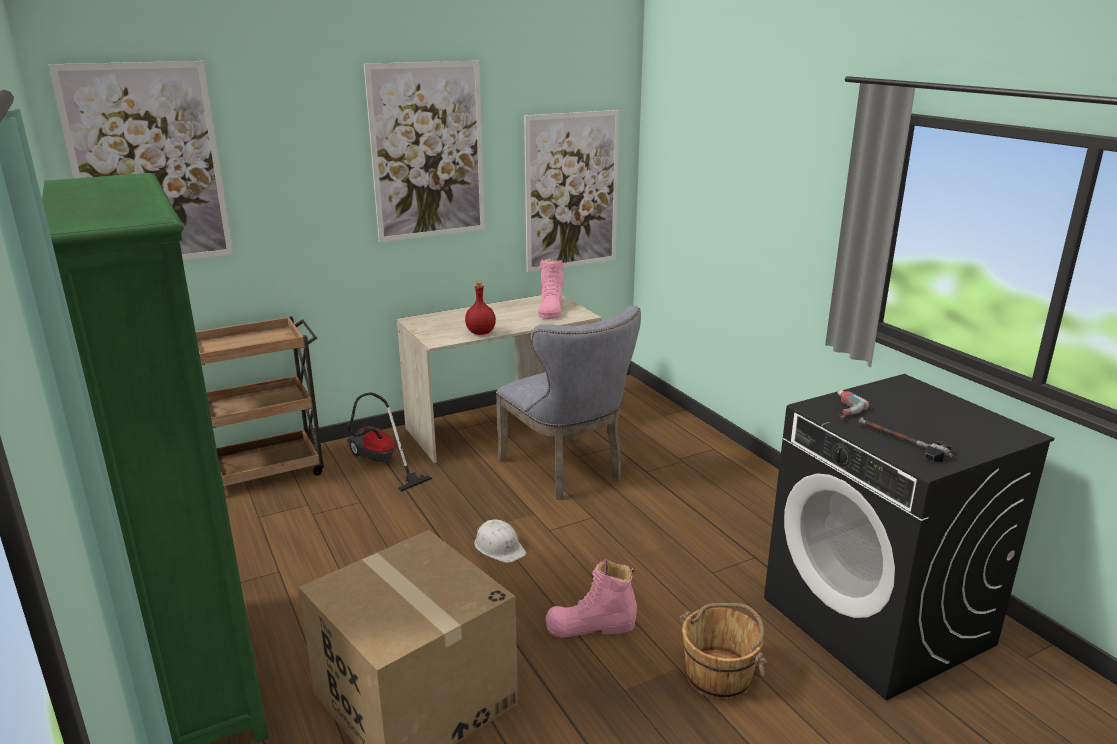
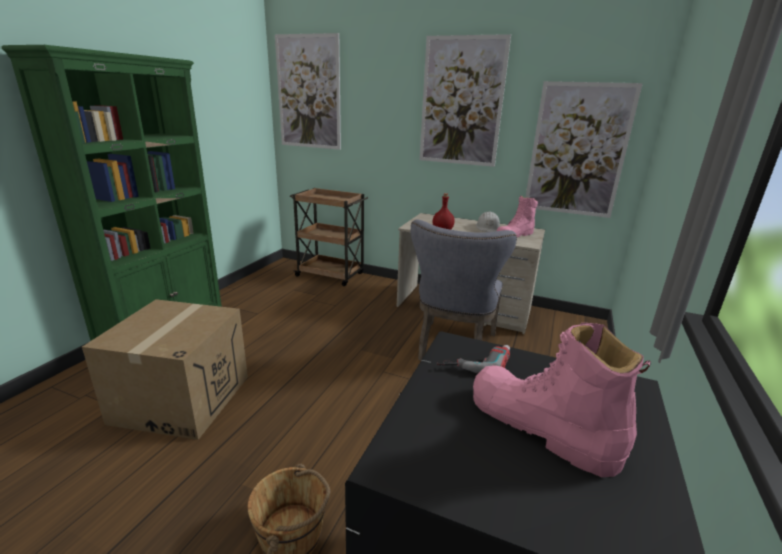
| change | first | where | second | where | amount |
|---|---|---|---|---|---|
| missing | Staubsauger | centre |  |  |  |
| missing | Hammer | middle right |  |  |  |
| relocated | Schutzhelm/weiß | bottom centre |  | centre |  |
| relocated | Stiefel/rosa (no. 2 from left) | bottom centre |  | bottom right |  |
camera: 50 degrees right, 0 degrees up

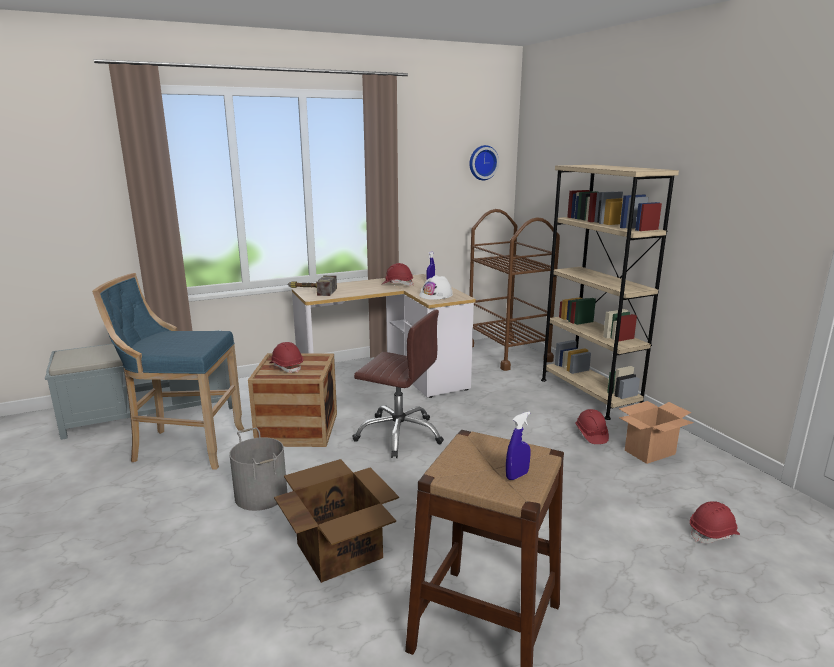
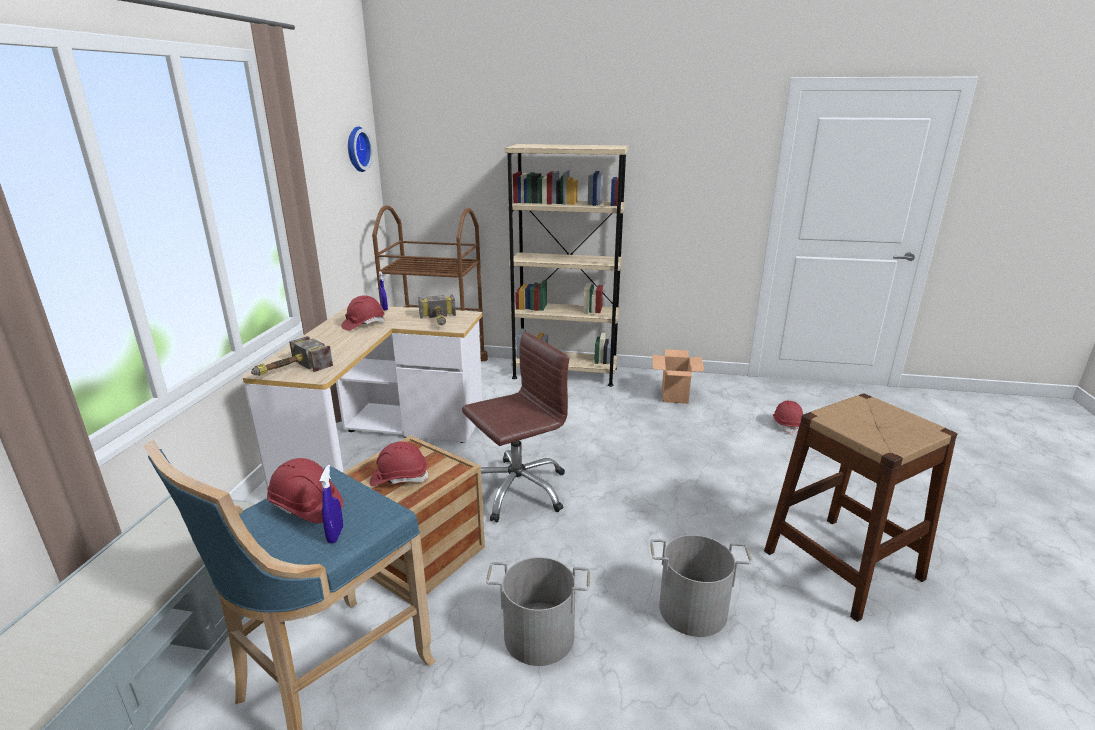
| change | first | where | second | where | amount |
|---|---|---|---|---|---|
| exchanged | Schutzhelm/weiß | centre | Hammer (no. 2 from left) | centre |  |
| relocated | Schutzhelm/rot (no. 3 from left in the first image) | middle right | Schutzhelm/rot (no. 1 from left) | bottom left |  |
| relocated | Sprühflasche/blau (no. 2 from left in the first image) | bottom centre | Sprühflasche/blau (no. 1 from left) | bottom left |  |
| exchanged | Karton (no. 1 from left) | bottom centre | Eimer/grau (no. 2 from left) | bottom centre |  |
camera: 55 degrees left, 5 degrees up

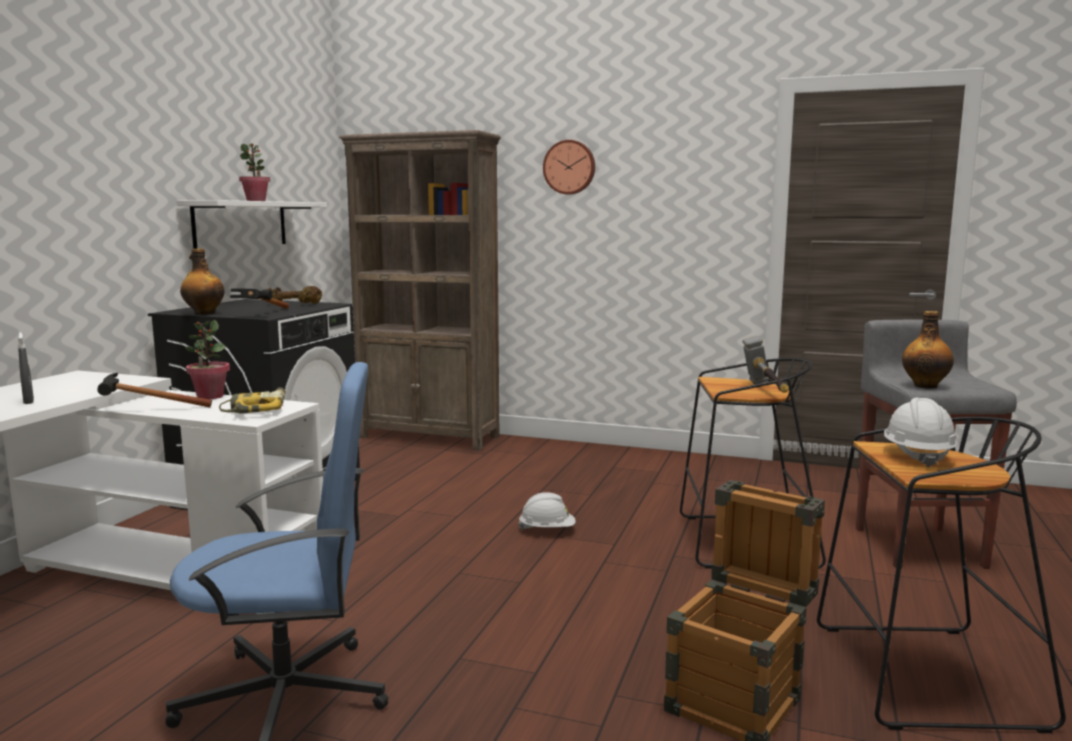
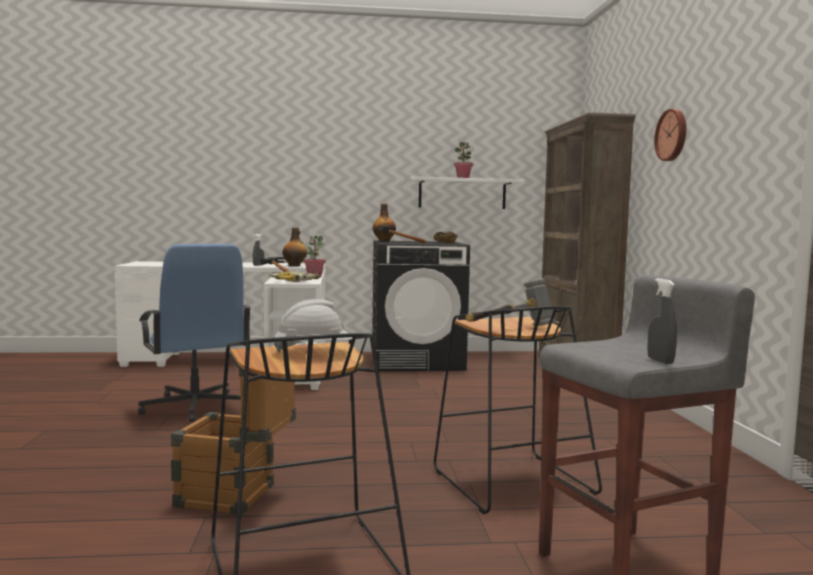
| change | first | where | second | where | amount |
|---|---|---|---|---|---|
| relocated | Flasche (no. 2 from left in the first image) | middle right | Flasche (no. 1 from left) | centre |  |
| missing | Schutzhelm/weiß (no. 1 from left) | bottom centre |  |  |  |
| appeared |  |  | Sprühflasche/grau (no. 2 from left) | middle right |  |
camera: 65 degrees right, 5 degrees down

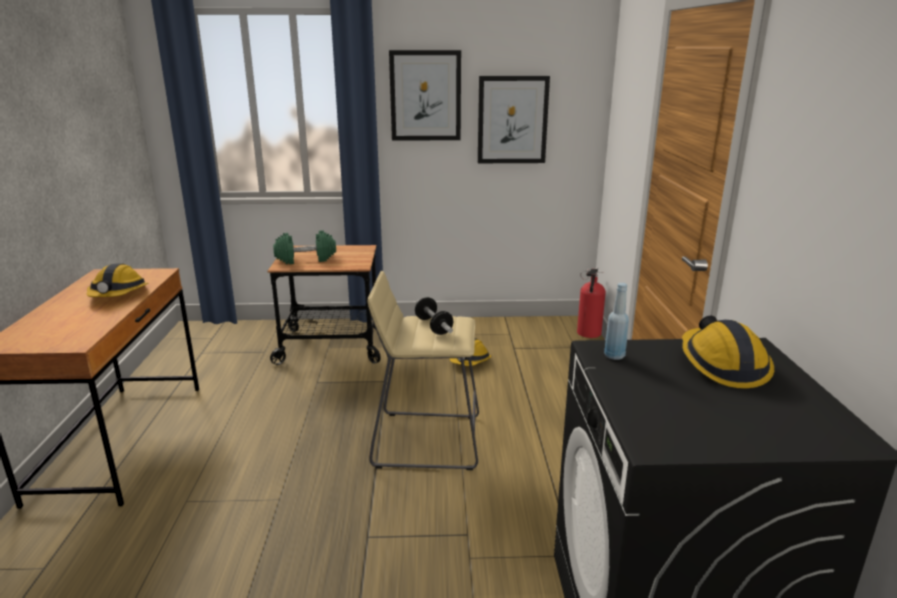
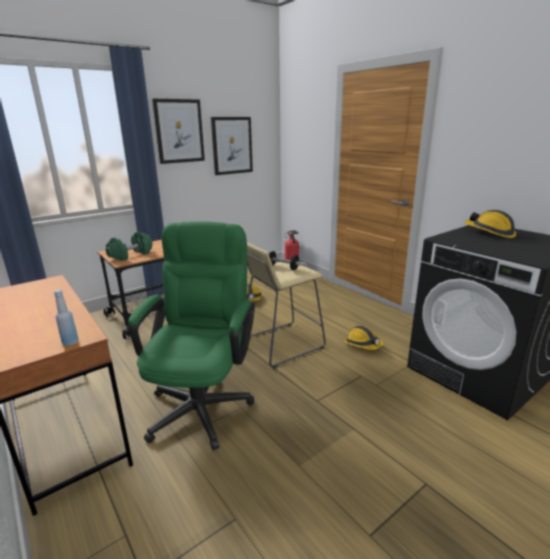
| change | first | where | second | where | amount |
|---|---|---|---|---|---|
| relocated | Schutzhelm (no. 1 from left in the first image) | middle left | Schutzhelm (no. 2 from left) | centre |  |
| relocated | Flasche/blau | middle right |  | middle left |  |
| appeared |  |  | Bürostuhl/grün | centre |  |
camera: 35 degrees left, 0 degrees up

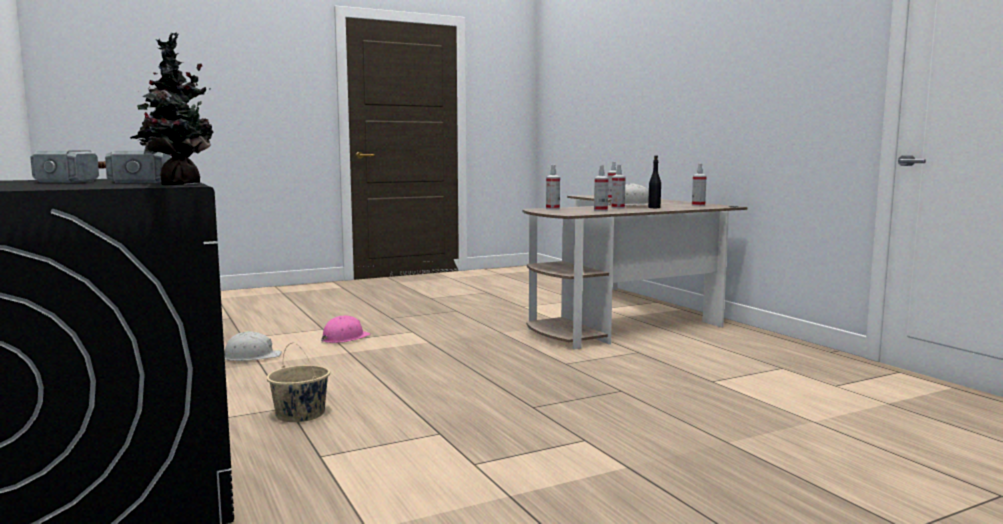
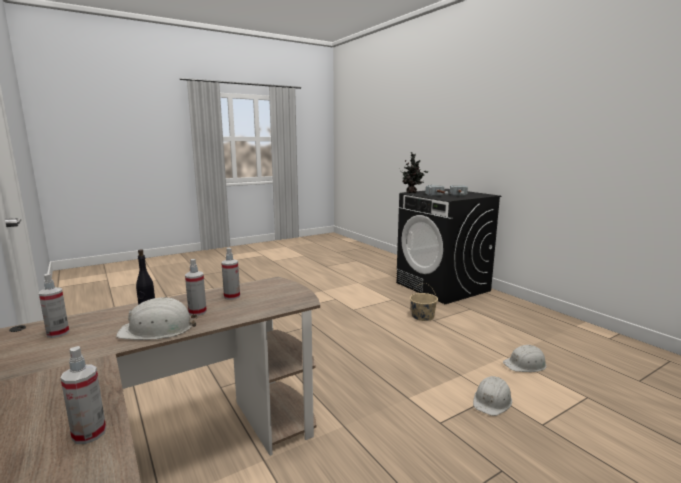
| change | first | where | second | where | amount |
|---|---|---|---|---|---|
| missing | Sprühflasche (no. 1 from left) | centre |  |  |  |
| colour | Schutzhelm/rosa | centre | Schutzhelm/weiß (no. 2 from left) | bottom right |  |
camera: 175 degrees right, 5 degrees up

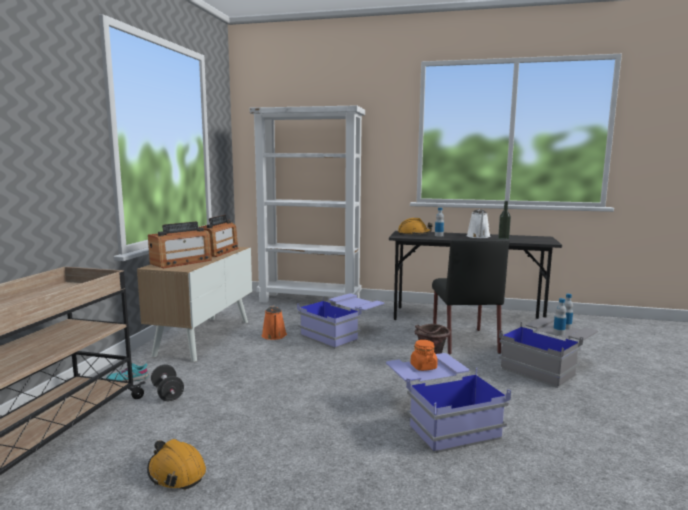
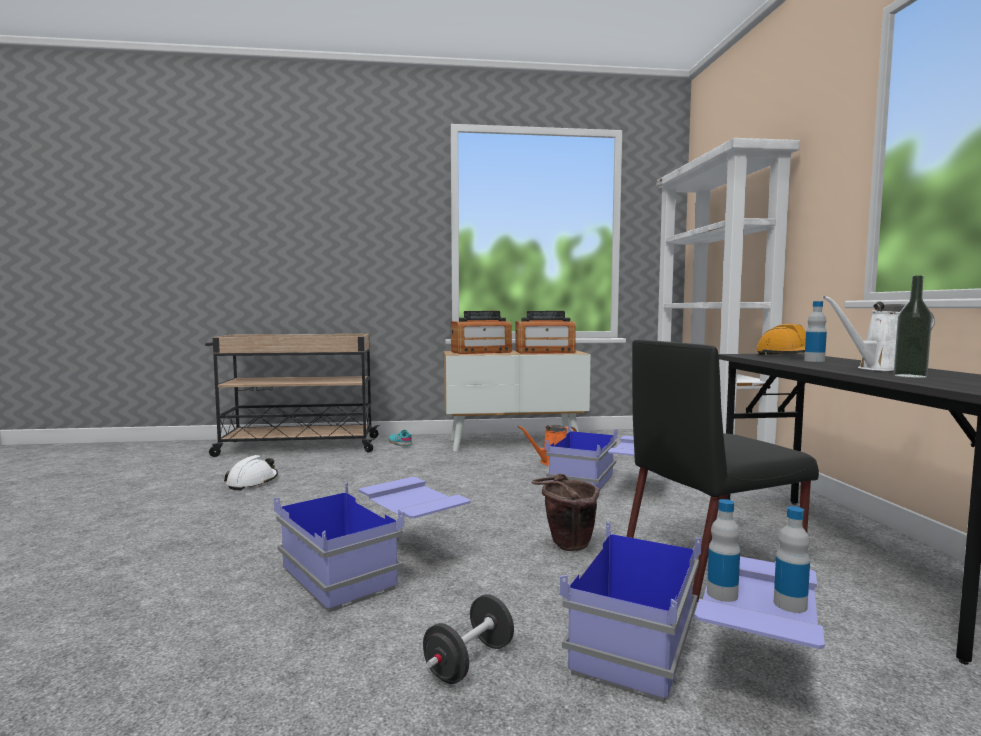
| change | first | where | second | where | amount |
|---|---|---|---|---|---|
| spun | Radio (no. 1 from left) | middle left |  | centre | 45 degrees counterclockwise |
| colour | Aufbewahrungsbox/grau | bottom right | Aufbewahrungsbox/blau (no. 3 from left) | bottom right |  |
| missing | Vorratsglas/orange | bottom centre |  |  |  |
| relocated | Hantel/schwarz | bottom left |  | bottom centre |  |
| colour | Schutzhelm/orange (no. 1 from left) | bottom left | Schutzhelm/weiß | middle left |  |
camera: 70 degrees right, 5 degrees down

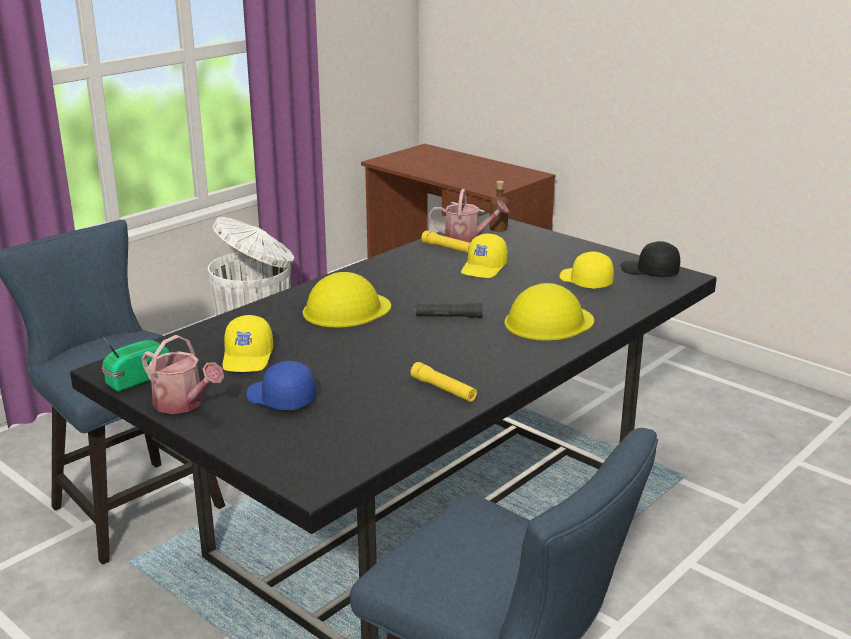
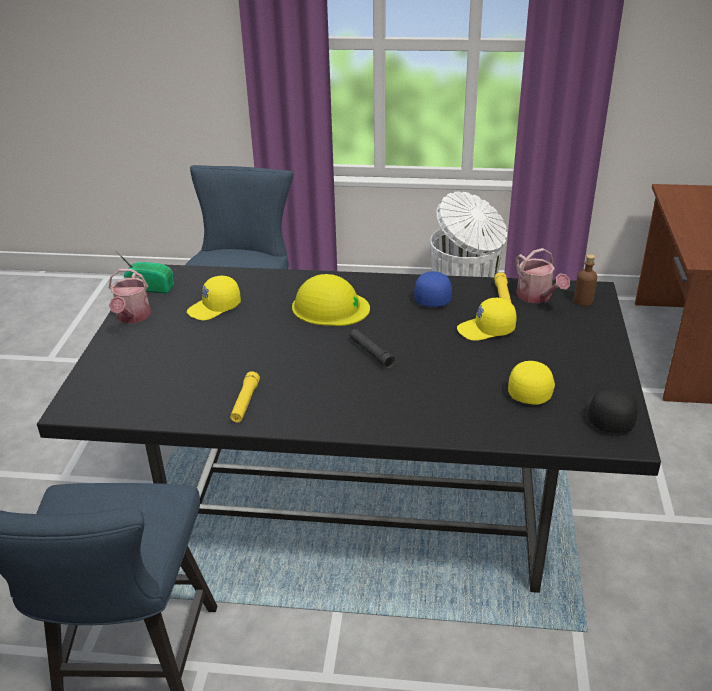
| change | first | where | second | where | amount |
|---|---|---|---|---|---|
| missing | Schutzhelm/gelb (no. 2 from left) | centre |  |  |  |
| relocated | Kappe/blau | middle left |  | centre |  |
camera: 55 degrees right, 10 degrees up

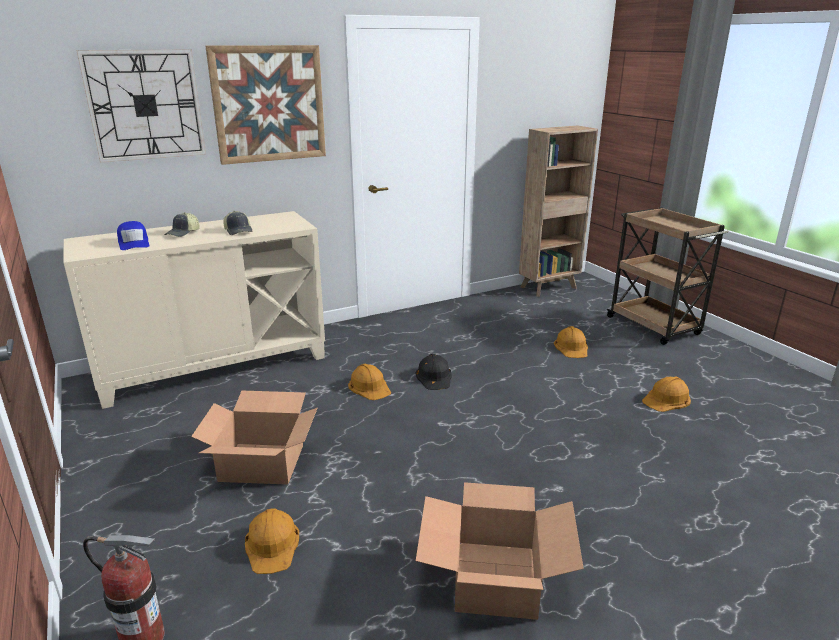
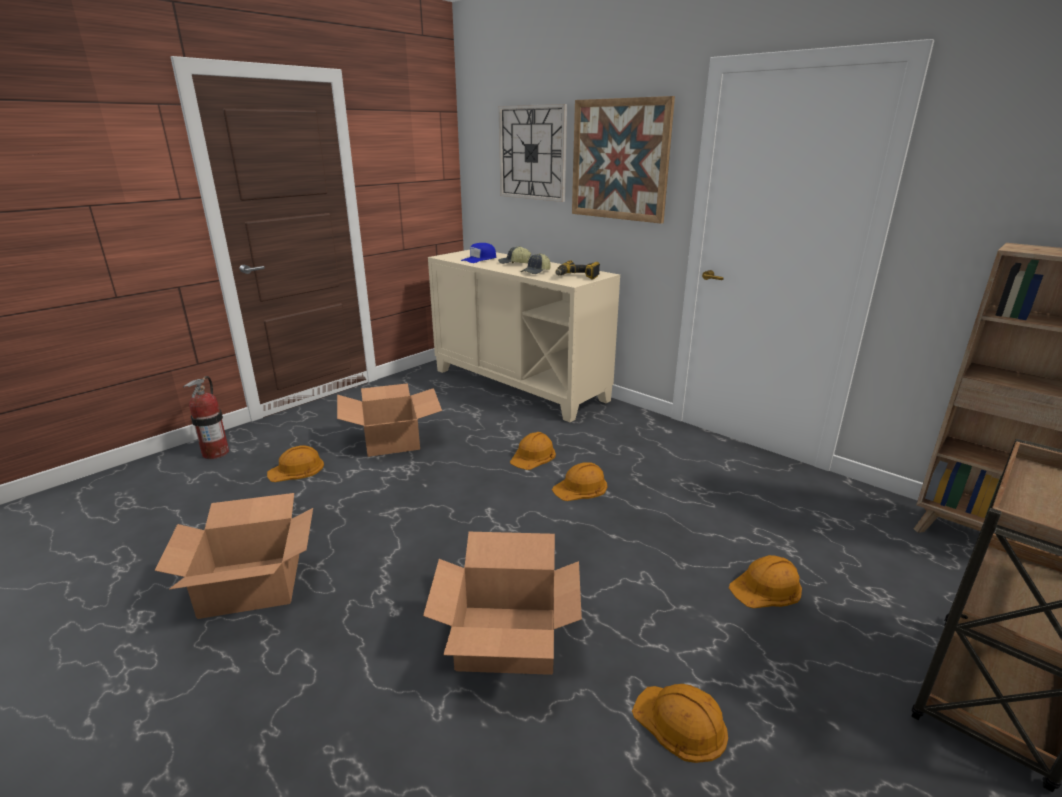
| change | first | where | second | where | amount |
|---|---|---|---|---|---|
| colour | Schutzhelm/schwarz | centre | Schutzhelm/orange (no. 3 from left) | centre |  |
| appeared |  |  | Bohrmaschine | centre |  |
| appeared |  |  | Karton (no. 3 from left) | bottom centre |  |
camera: 70 degrees right, 0 degrees up

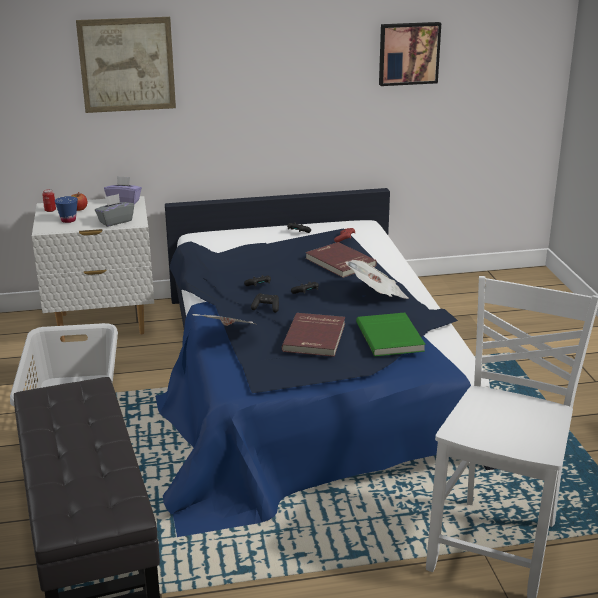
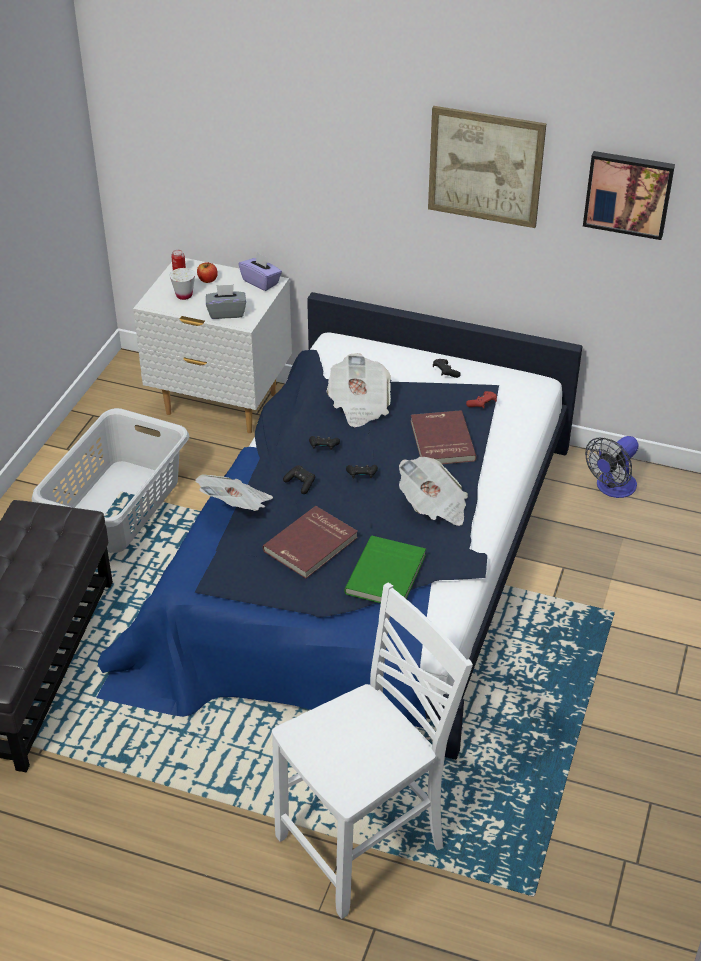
| change | first | where | second | where | amount |
|---|---|---|---|---|---|
| relocated | Bild (no. 1 from left) | top left |  | top right |  |
| colour | Tasse/blau | middle left | Tasse/weiß | top left |  |
| appeared |  |  | Zeitung (no. 2 from left) | centre |  |
| appeared |  |  | Ventilator | middle right |  |
camera: 30 degrees right, 15 degrees up

